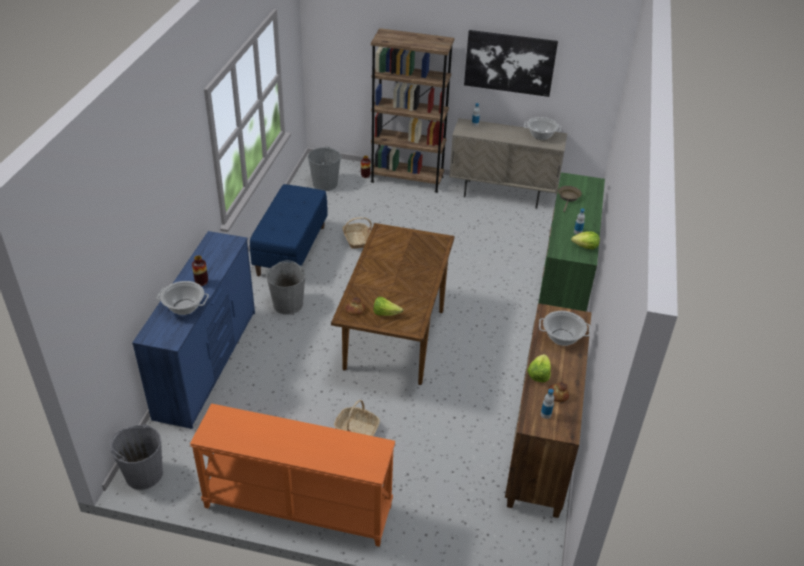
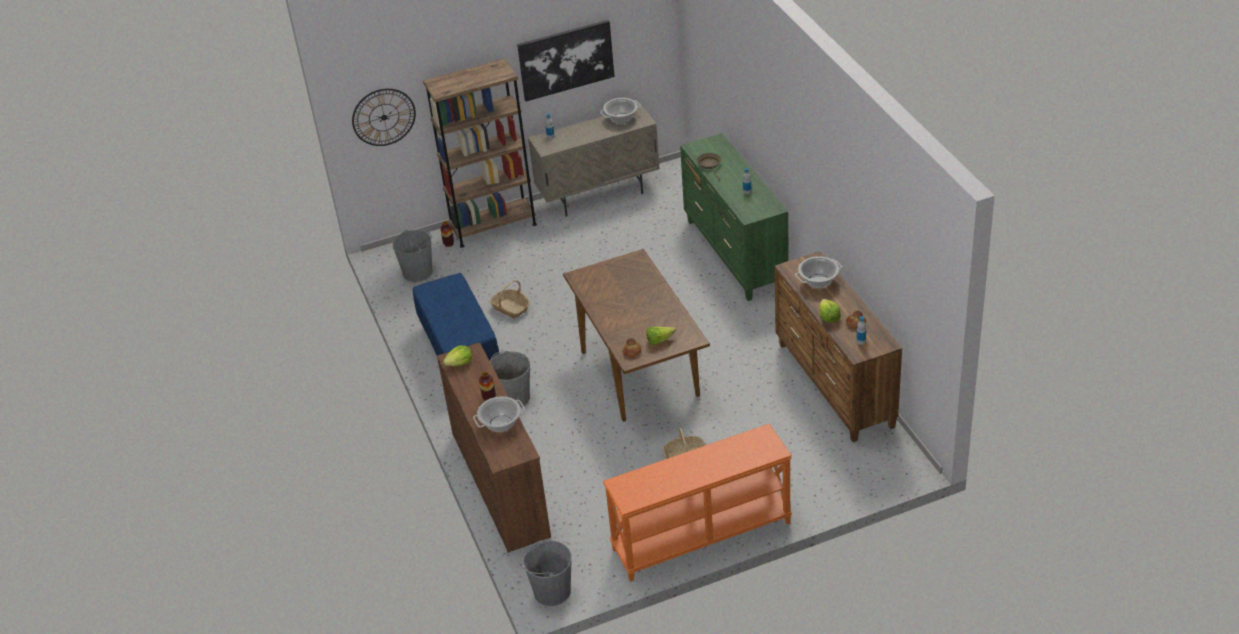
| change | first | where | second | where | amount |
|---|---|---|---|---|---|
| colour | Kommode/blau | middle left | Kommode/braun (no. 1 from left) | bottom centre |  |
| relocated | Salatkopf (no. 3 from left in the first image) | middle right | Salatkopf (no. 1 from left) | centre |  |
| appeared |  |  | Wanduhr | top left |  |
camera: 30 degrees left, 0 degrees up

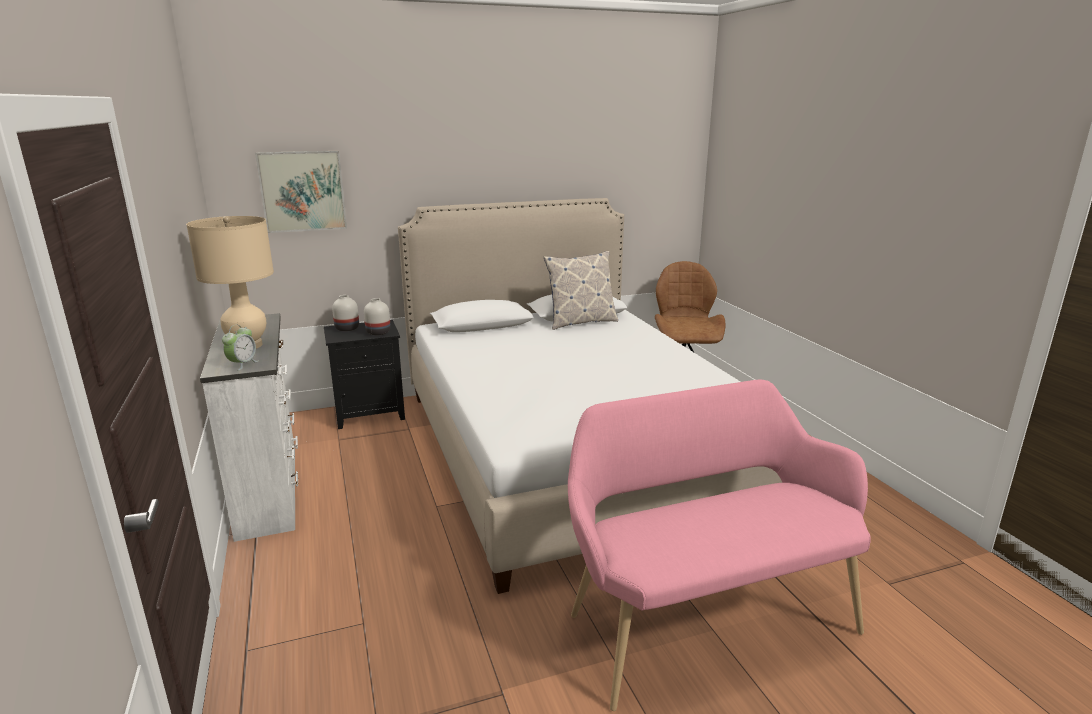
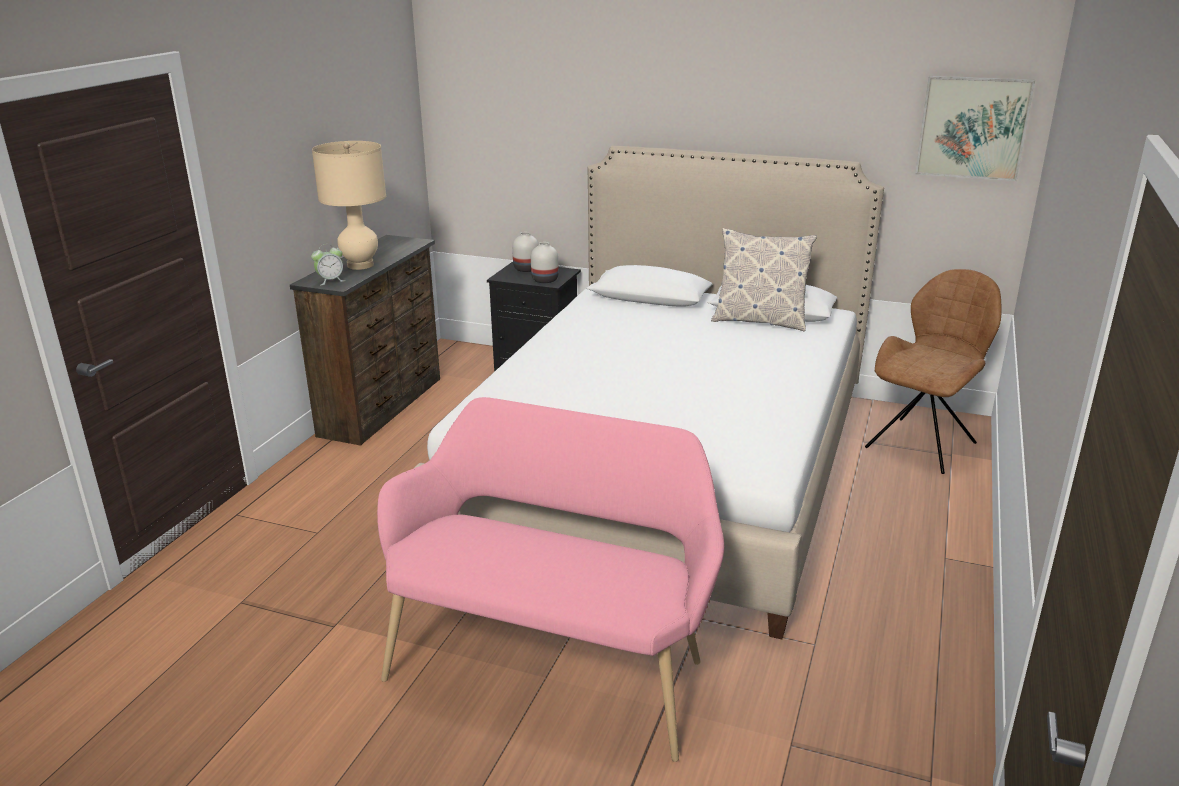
| change | first | where | second | where | amount |
|---|---|---|---|---|---|
| relocated | Bild | top left |  | top right |  |
| colour | Kommode/weiß | middle left | Kommode/braun | middle left |  |
camera: 40 degrees right, 5 degrees up

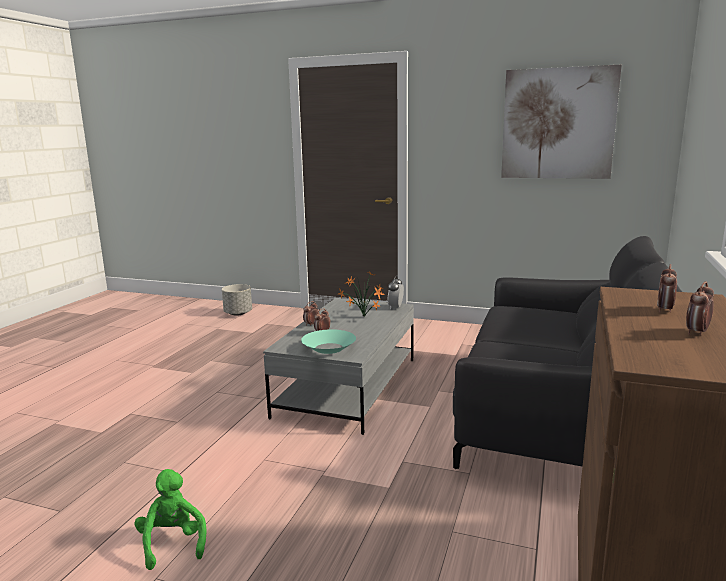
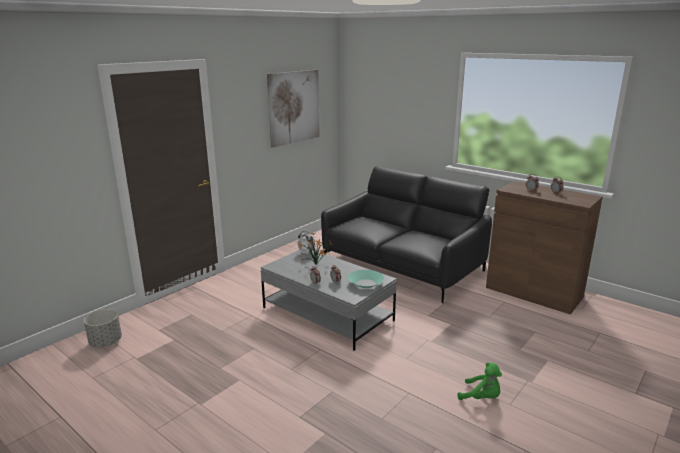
| change | first | where | second | where | amount |
|---|---|---|---|---|---|
| spun | Plüschtier/grün | bottom left |  | bottom right | 150 degrees counterclockwise |
camera: 70 degrees left, 5 degrees up

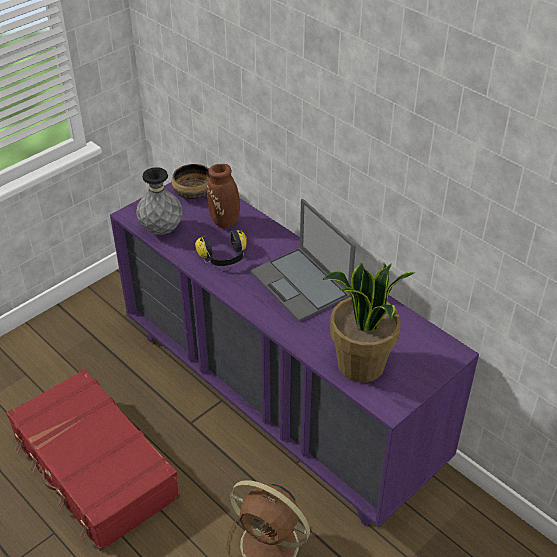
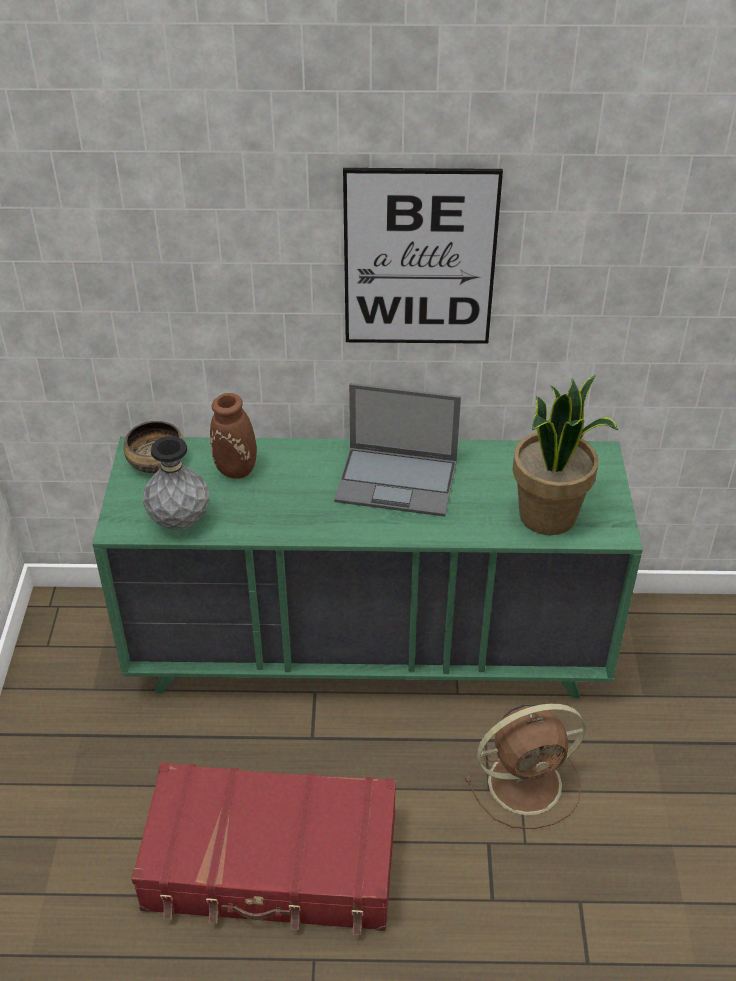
| change | first | where | second | where | amount |
|---|---|---|---|---|---|
| colour | Kommode/lila | centre | Kommode/grün | centre |  |
| missing | Kopfhörer | centre |  |  |  |
| appeared |  |  | Bild | top centre |  |
camera: 45 degrees left, 0 degrees up

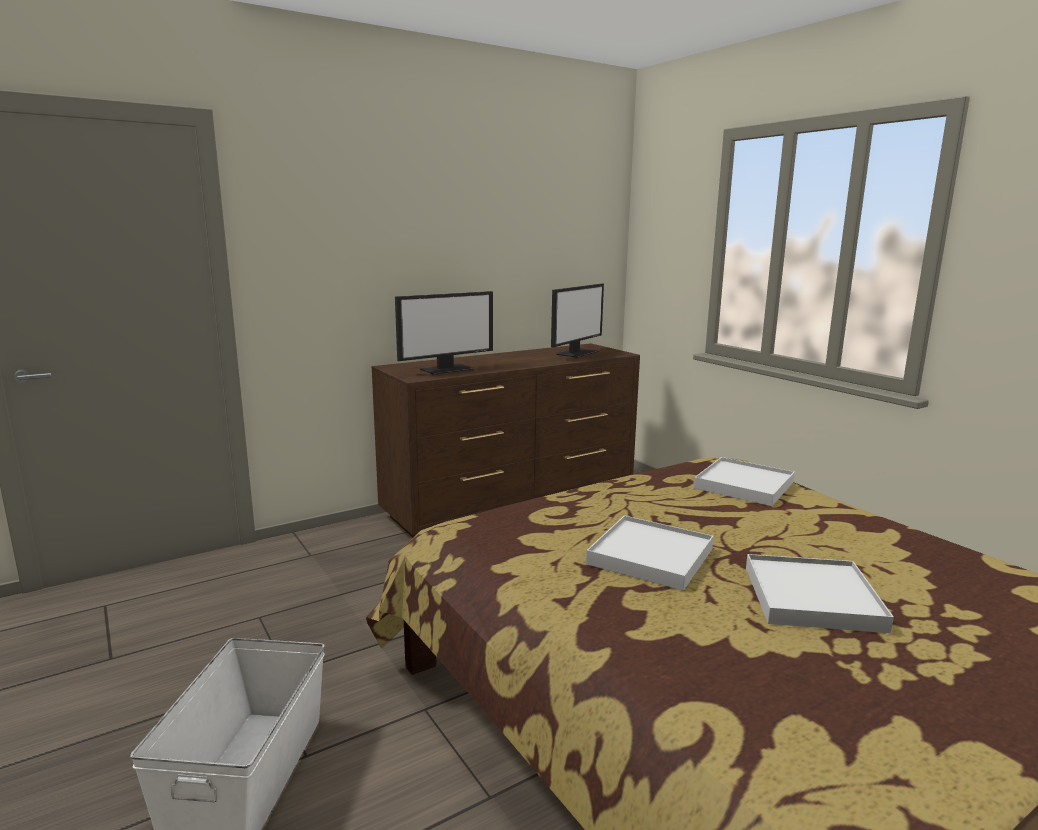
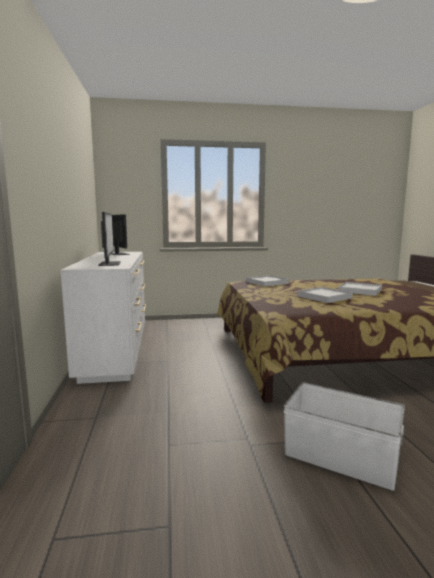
| change | first | where | second | where | amount |
|---|---|---|---|---|---|
| colour | Kommode/braun | centre | Kommode/weiß | middle left |  |
camera: 65 degrees left, 5 degrees down

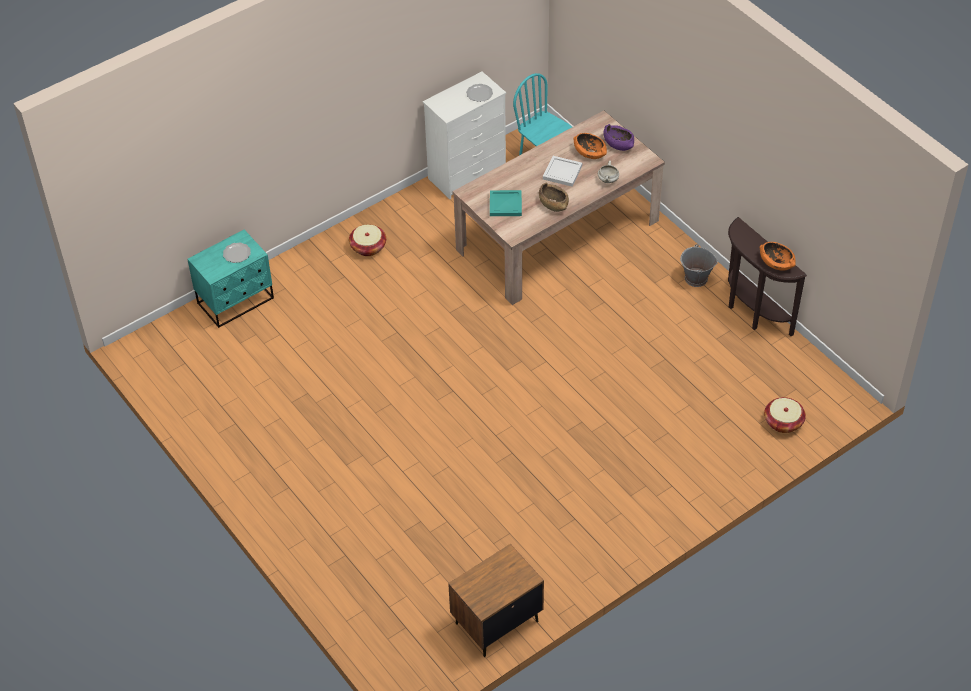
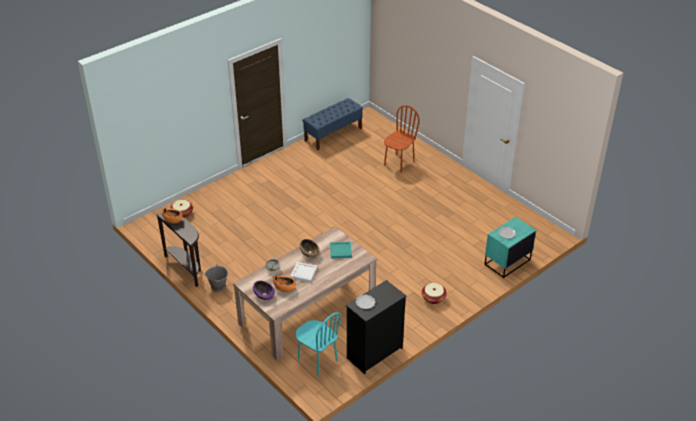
| change | first | where | second | where | amount |
|---|---|---|---|---|---|
| colour | Kommode/weiß | top centre | Kommode/schwarz | bottom centre |  |
| exchanged | Nachttisch/braun | bottom centre | Bank/blau | top centre |  |
| appeared |  |  | Stuhl/braun | top centre |  |
camera: 175 degrees right, 10 degrees down

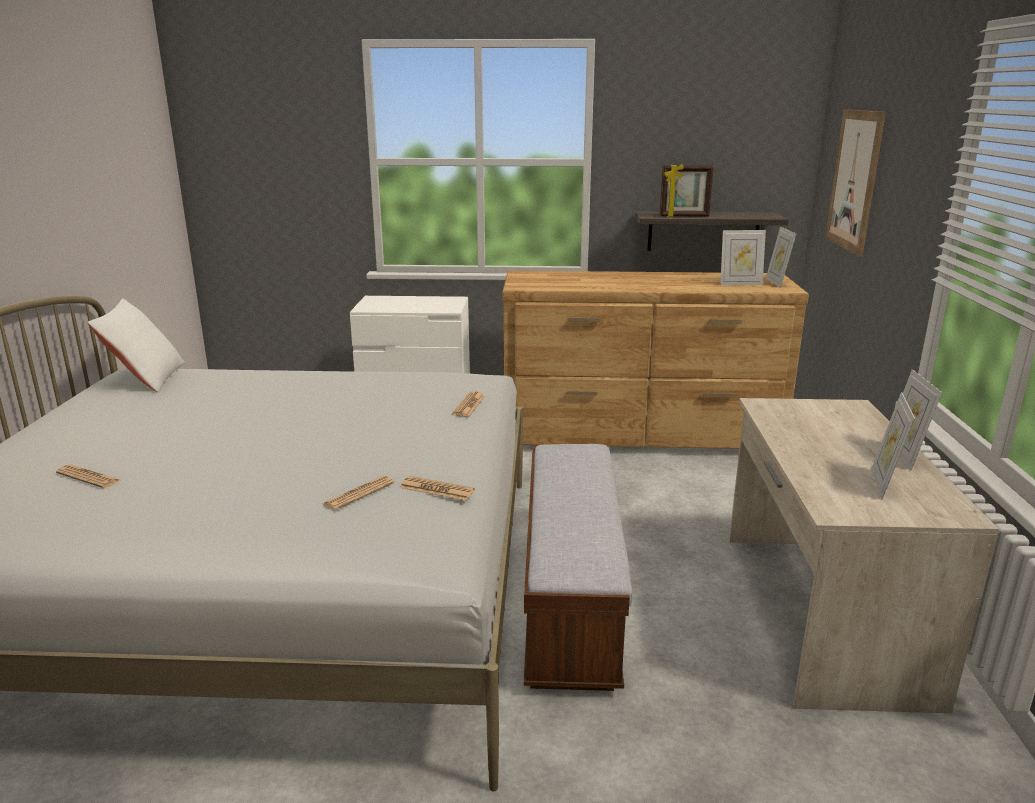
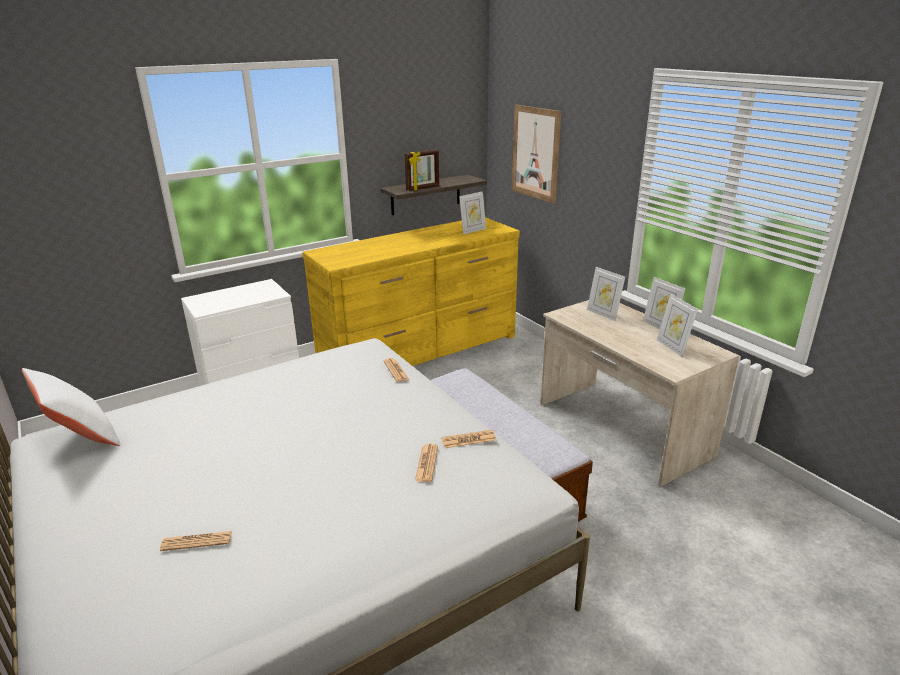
| change | first | where | second | where | amount |
|---|---|---|---|---|---|
| relocated | Bilderrahmen (no. 3 from left) | top right |  | middle right |  |
| colour | Kommode/braun | centre | Kommode/gelb | centre |  |
camera: 35 degrees left, 5 degrees up

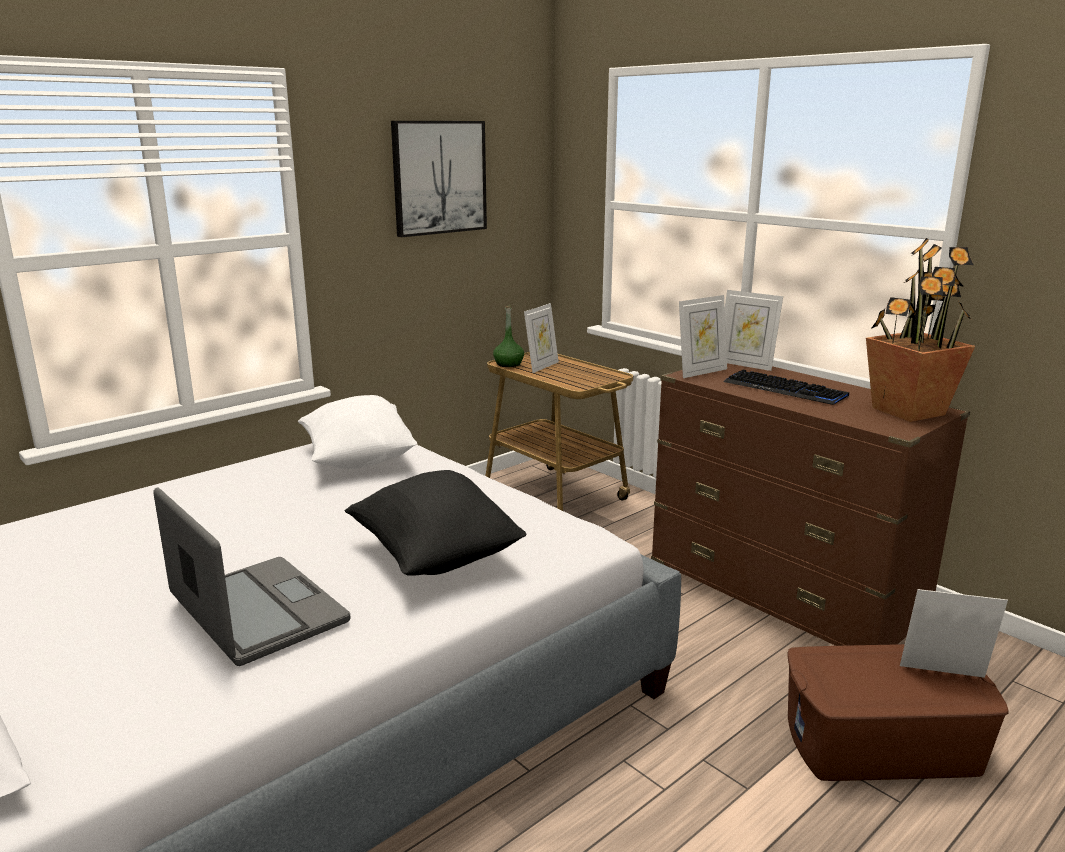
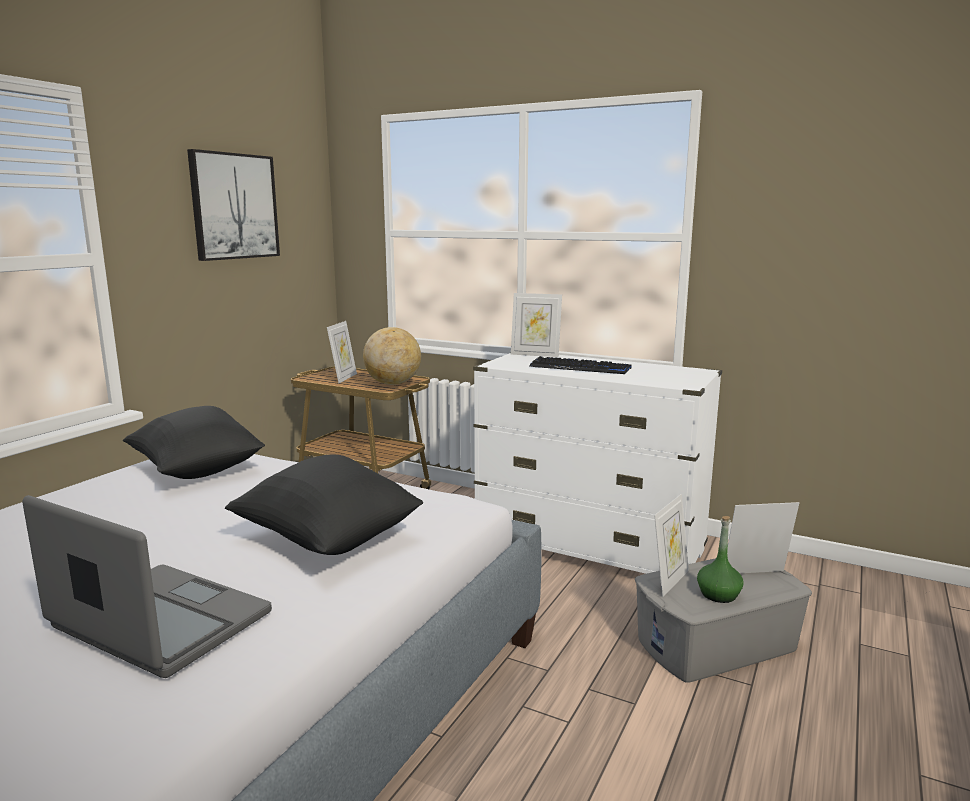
| change | first | where | second | where | amount |
|---|---|---|---|---|---|
| missing | Topfpflanze | middle right |  |  |  |
| relocated | Bilderrahmen (no. 2 from left in the first image) | centre | Bilderrahmen (no. 3 from left) | bottom right |  |
| relocated | Flasche/grün | centre |  | bottom right |  |
| colour | Kommode/braun | middle right | Kommode/weiß | centre |  |
| colour | Kissen/weiß | centre | Kissen/schwarz (no. 1 from left) | middle left |  |
| colour | Aufbewahrungsbox/braun | bottom right | Aufbewahrungsbox/grau | bottom right |  |
| appeared |  |  | Globus | centre |  |
camera: 20 degrees left, 5 degrees down

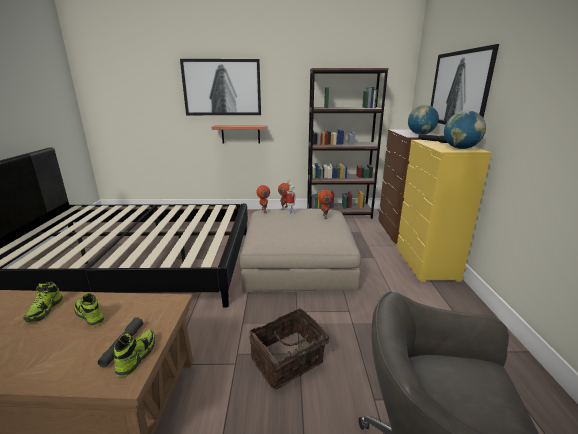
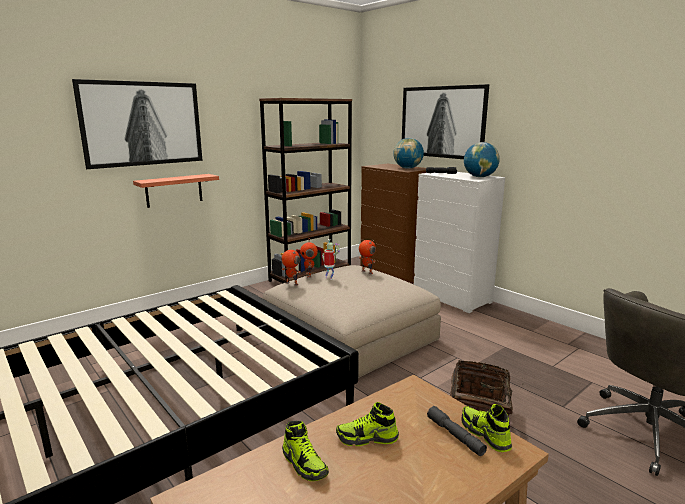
| change | first | where | second | where | amount |
|---|---|---|---|---|---|
| colour | Kommode/gelb | middle right | Kommode/weiß | middle right |  |
camera: 40 degrees left, 5 degrees down

